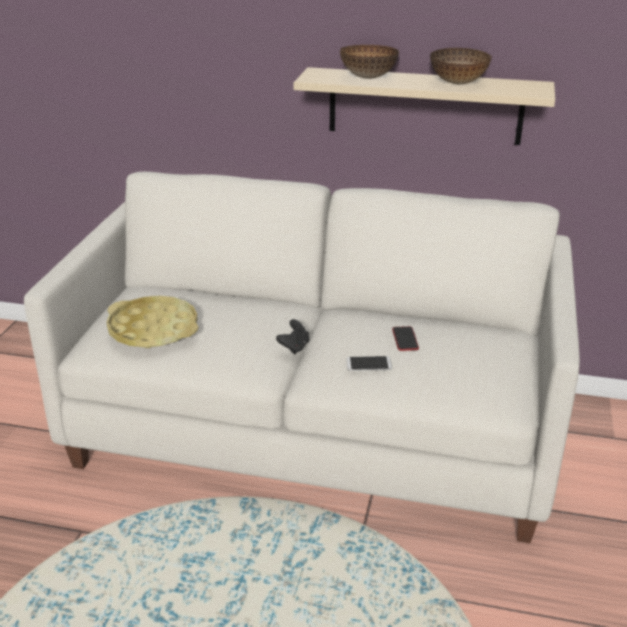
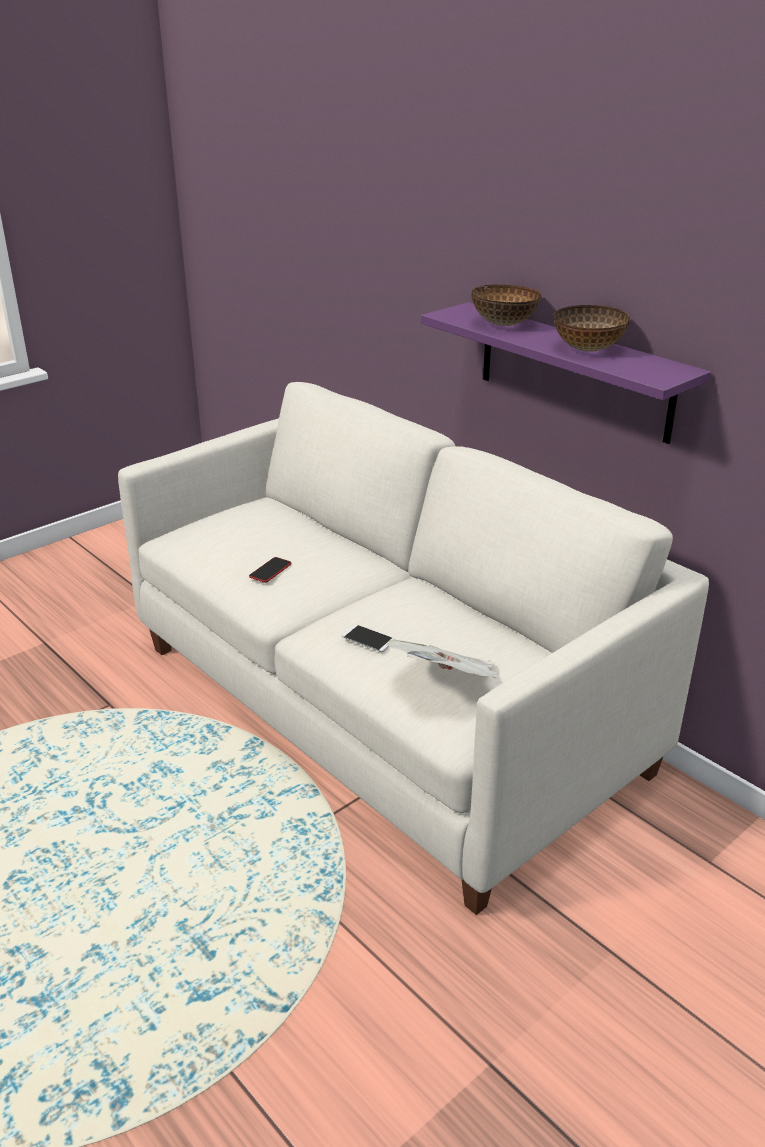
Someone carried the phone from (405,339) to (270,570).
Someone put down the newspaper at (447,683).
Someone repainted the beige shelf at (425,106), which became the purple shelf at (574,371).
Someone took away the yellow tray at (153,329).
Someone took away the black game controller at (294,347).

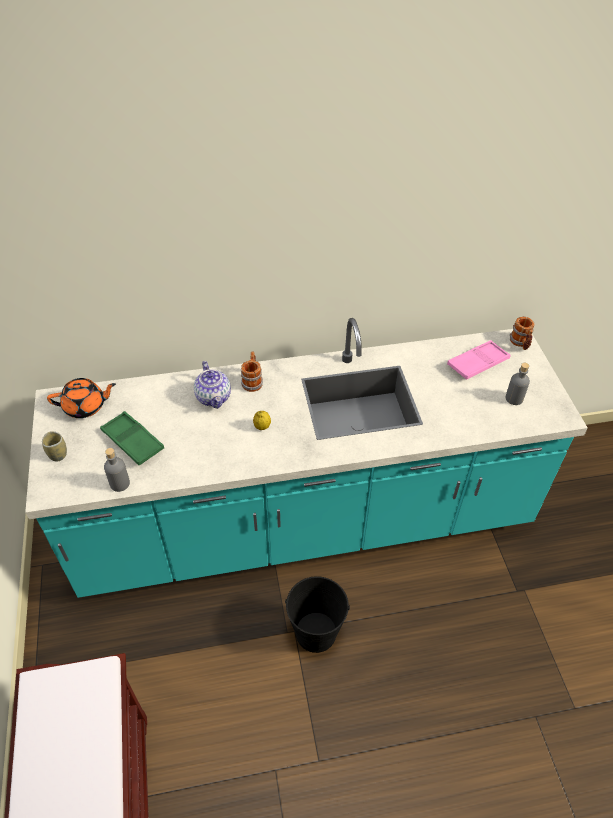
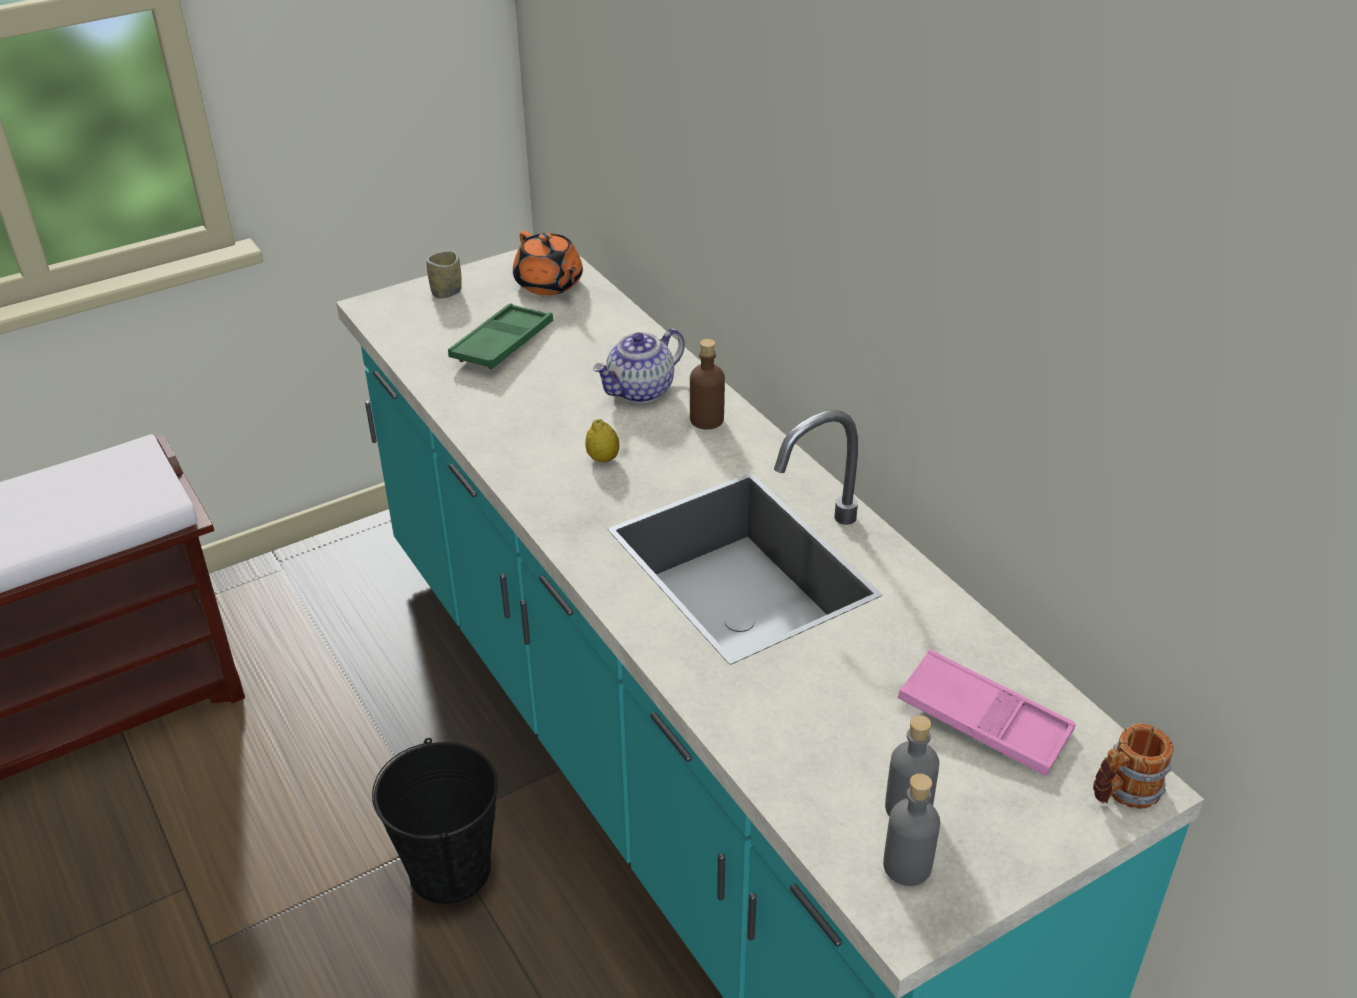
Someone swapped the mug at (252,381) for the brown bottle at (706,419).
Someone carried the grey bottle from (120,483) to (907,866).

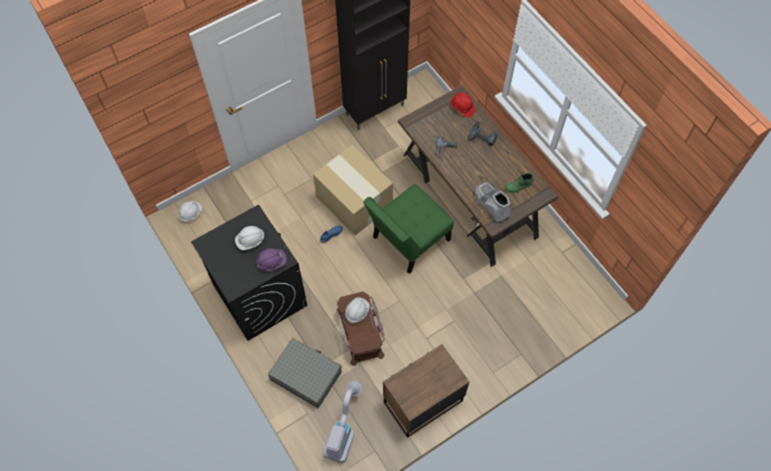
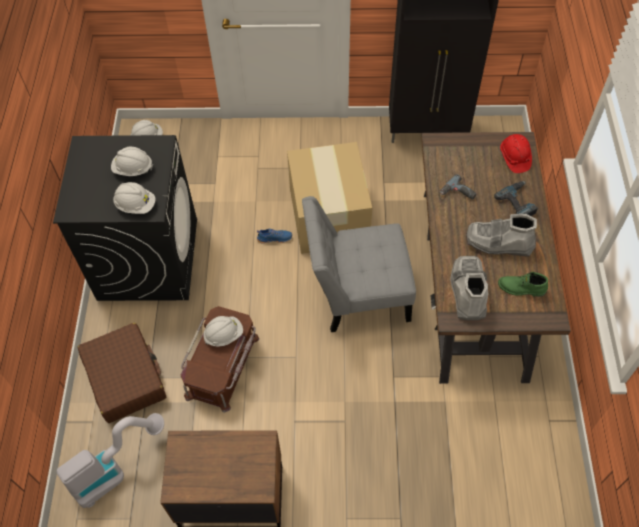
Someone repainted the grey suitcase at (306,375), which became the brown suitcase at (125,377).
Someone repainted the purple hard hat at (272,262), which became the white hard hat at (136,205).
Someone repainted the green chair at (407,241), which became the grey chair at (357,294).
Someone put down the grey boot at (498,243).

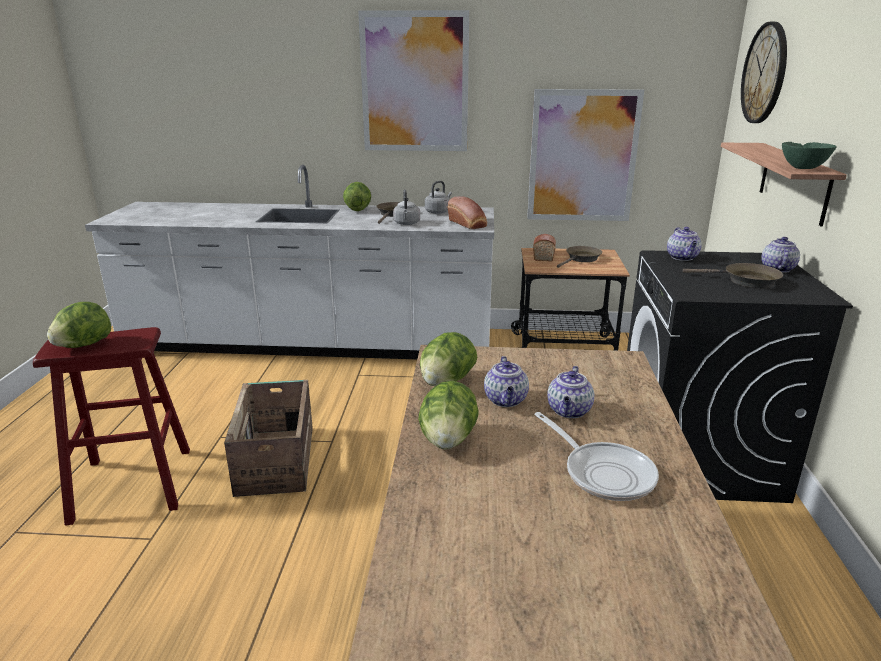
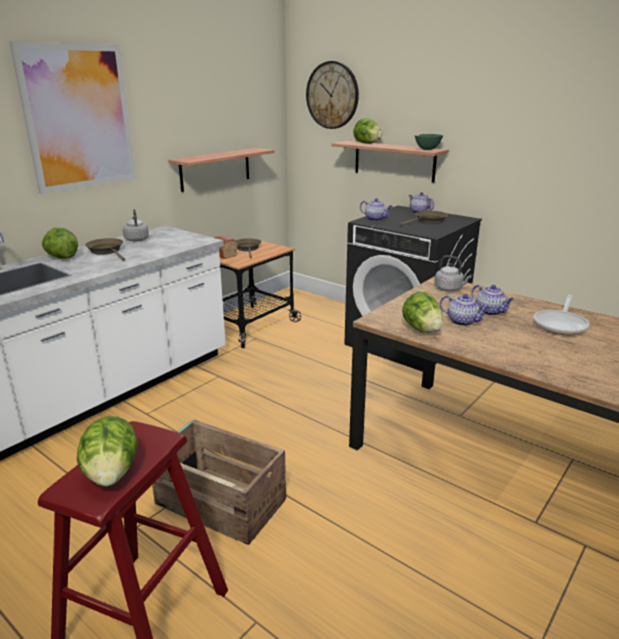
Someone swapped the picture at (582,156) for the shelf at (215,169).
Someone carried the lettuce from (448,440) to (367,143).
Someone carried the grey kettle from (406,224) to (450,289).
Someone rotated the frying pan at (603,473) by 120 degrees clockwise.
Someone took away the bread at (468,224).

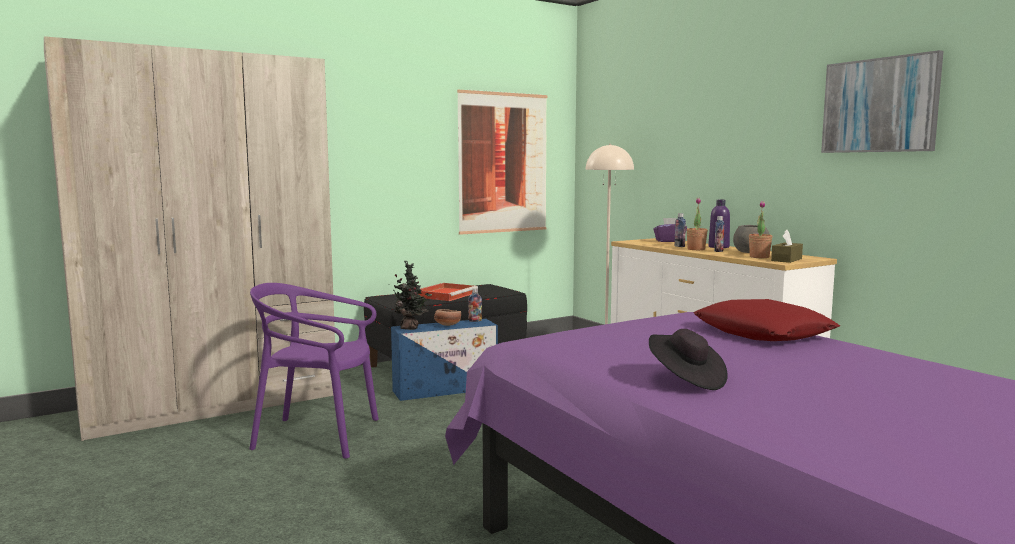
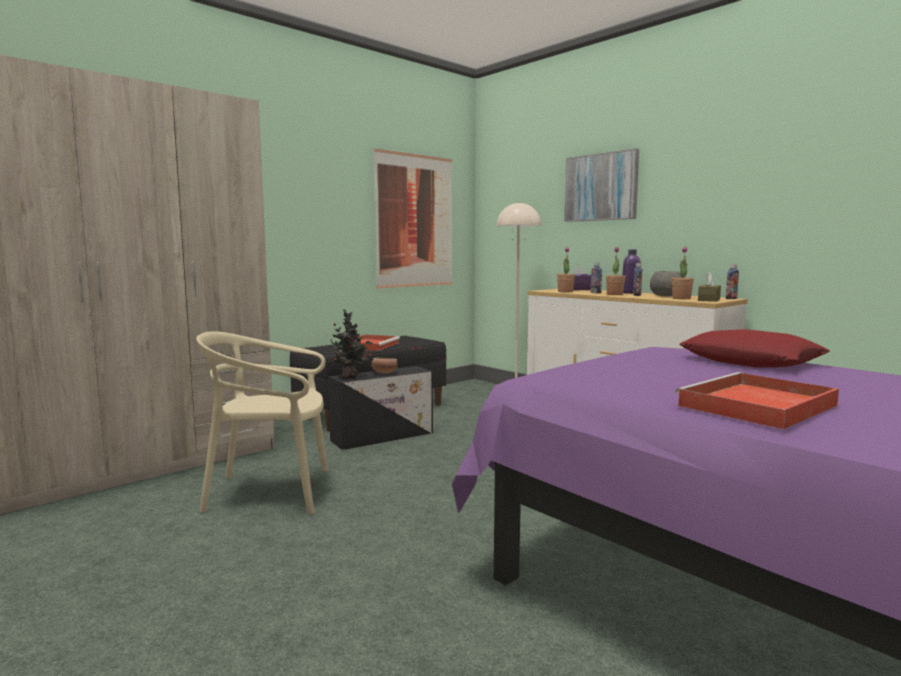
Someone repainted the purple chair at (318,436), which became the beige chair at (270,491).
Someone repainted the blue storage box at (447,389), which became the black storage box at (384,436).
Someone put down the potted plant at (565,292).
Someone carried the picture from (880,105) to (601,187).
Someone swapped the black hat at (686,380) for the red tray at (756,406).
Someone carried the bottle from (475,321) to (731,298).

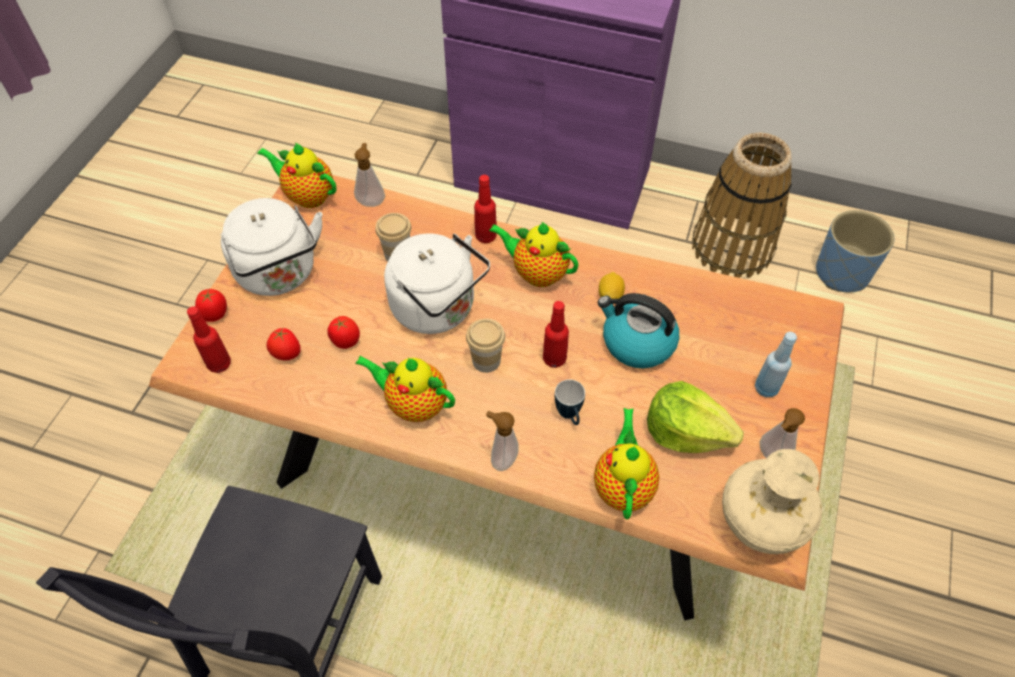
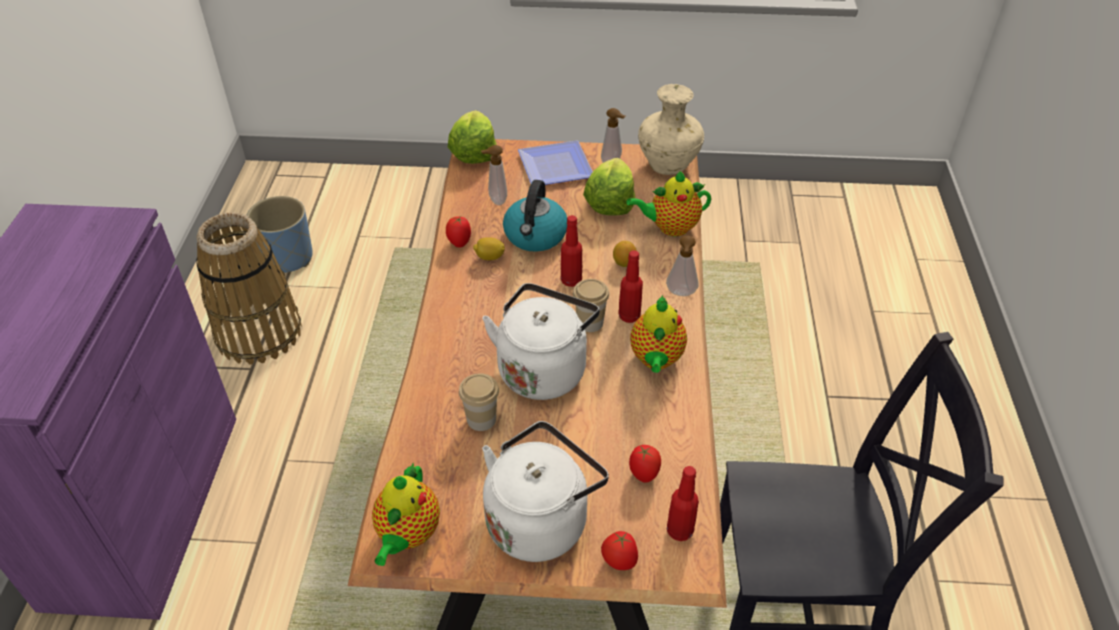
Someone carried the tomato from (346,342) to (459,242).
Someone put down the lettuce at (473,152).
Someone carried the soap dispenser from (371,201) to (496,200).
Someone swapped the blue bottle at (766,388) for the plate at (553,168).
Someone swapped the mug at (569,416) for the lemon at (624,263).
Someone carried the red bottle from (485,236) to (629,316).
Someone took away the teapot at (536,273).

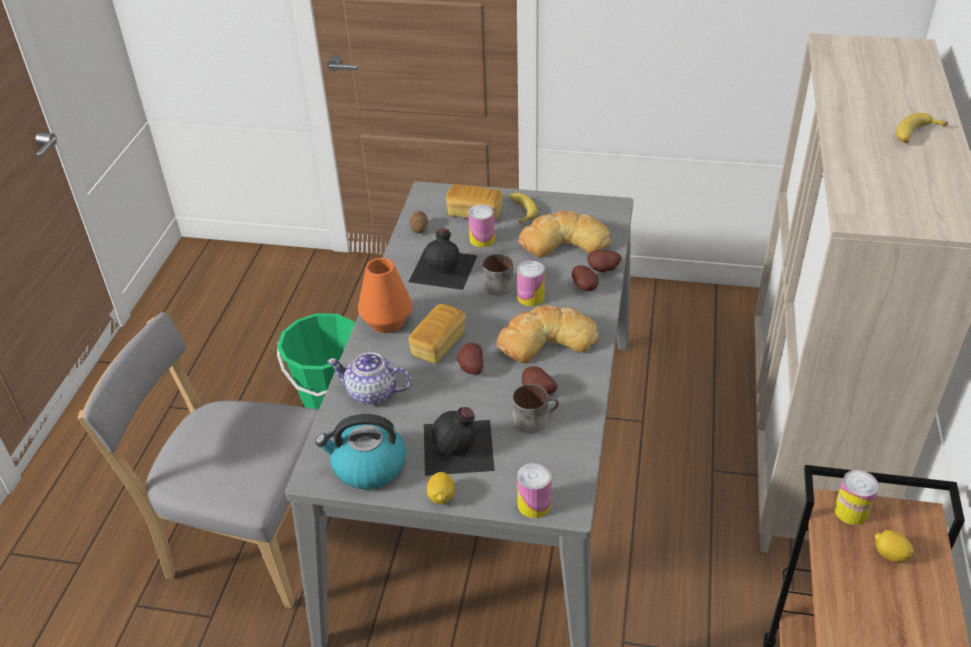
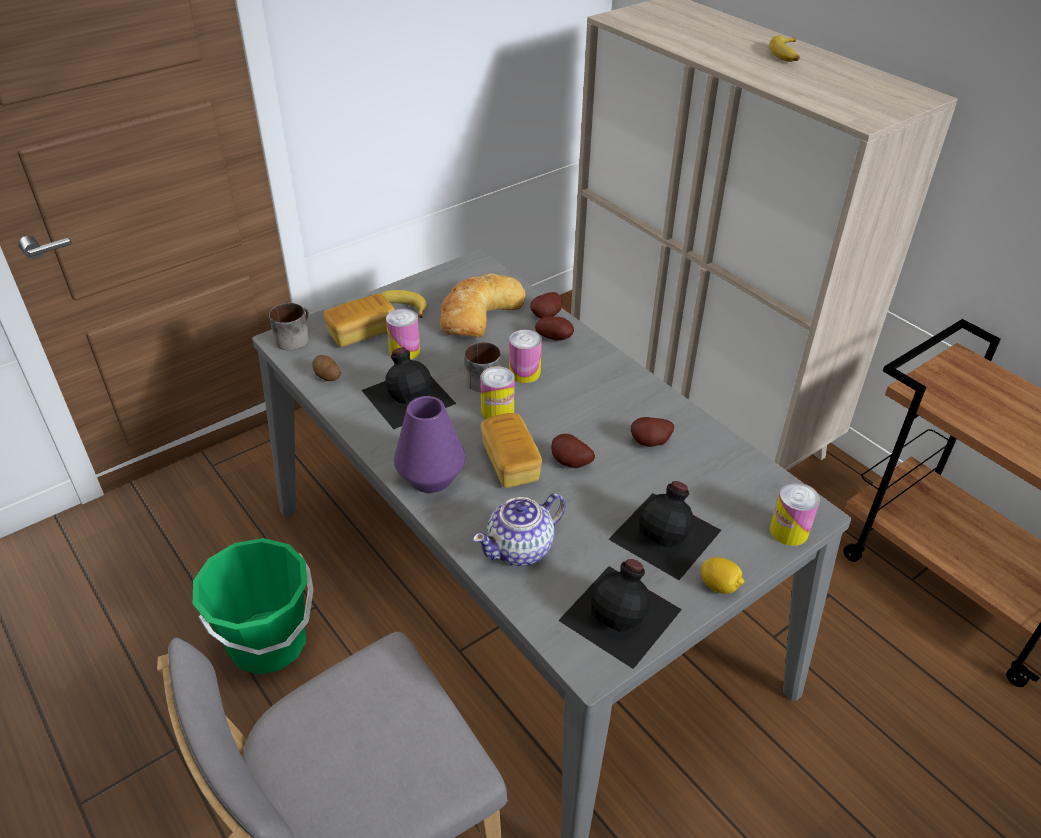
Someone carried the mug from (535,418) to (294,337).
Someone repainted the orange vase at (387,321), which became the purple vase at (430,477).
Someone carried the can from (851,511) to (497,411).
Someone swapped the kettle at (368,466) for the black bottle at (622,614).
Someone took away the bread at (545,339).
Someone took away the lemon at (890,554).

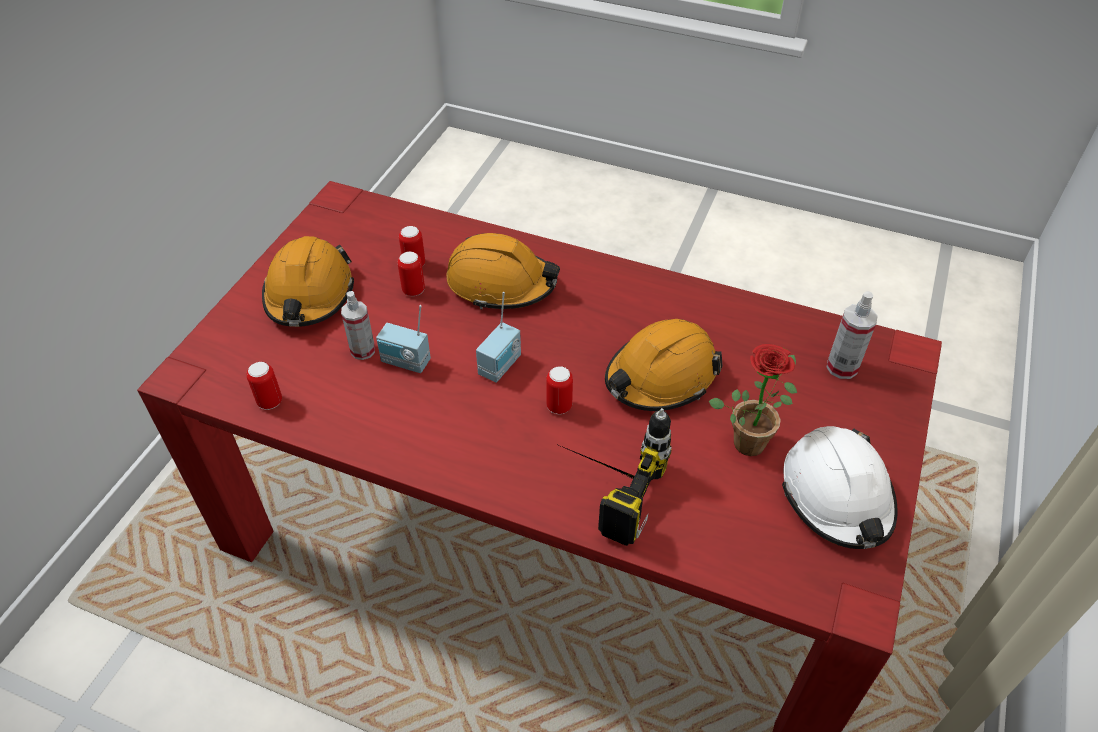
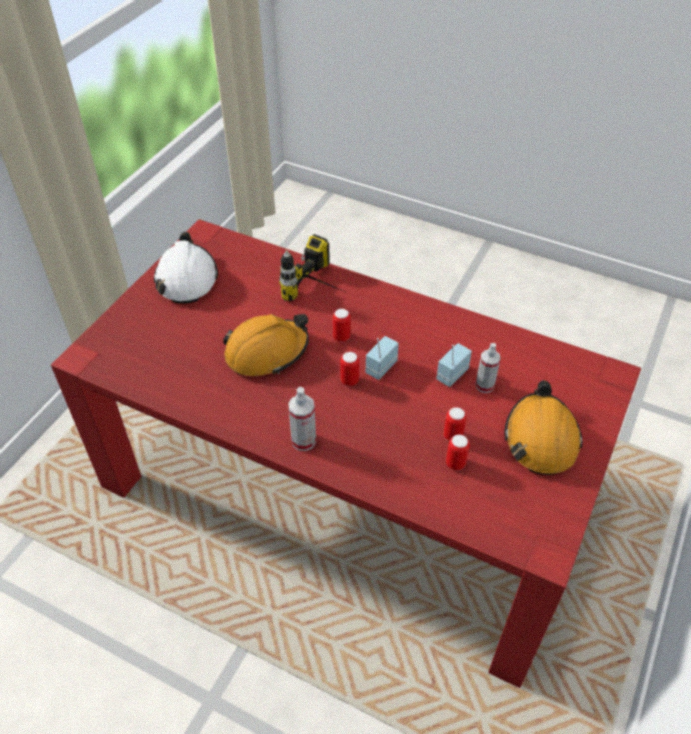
Someone carried the spray bottle from (842,367) to (303,441).
Someone carried the can from (270,401) to (349,381).
Someone rotated the radio at (405,363) by 75 degrees counterclockwise.
Someone took away the orange hard hat at (501,284).
Someone took away the potted plant at (750,438).

